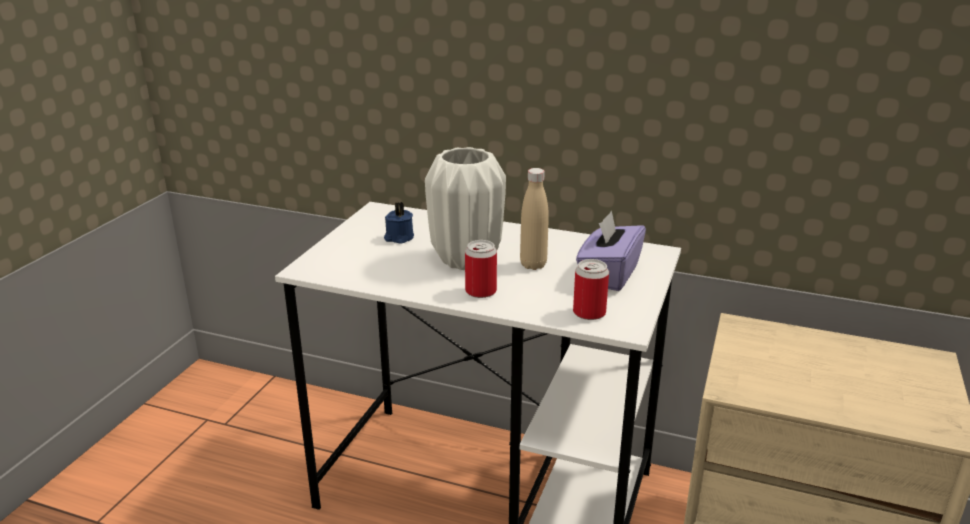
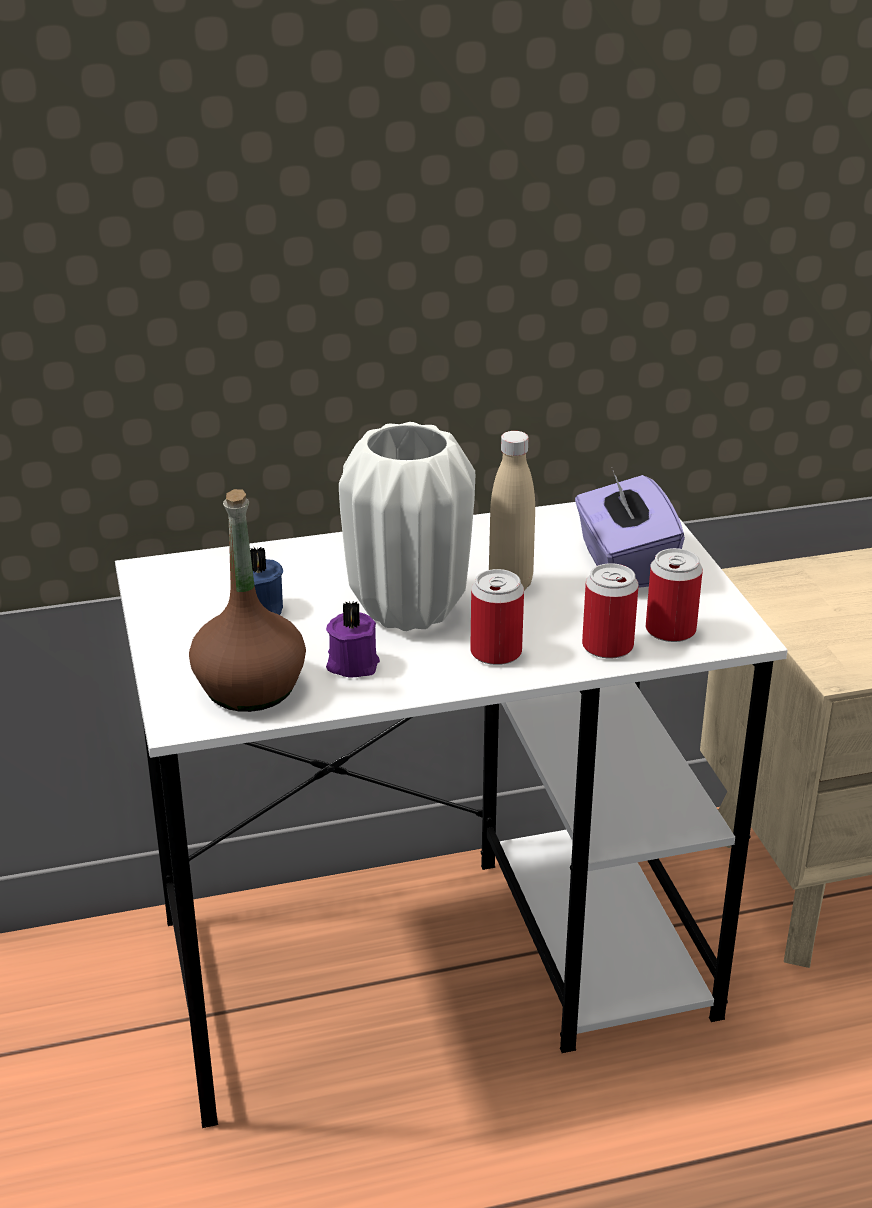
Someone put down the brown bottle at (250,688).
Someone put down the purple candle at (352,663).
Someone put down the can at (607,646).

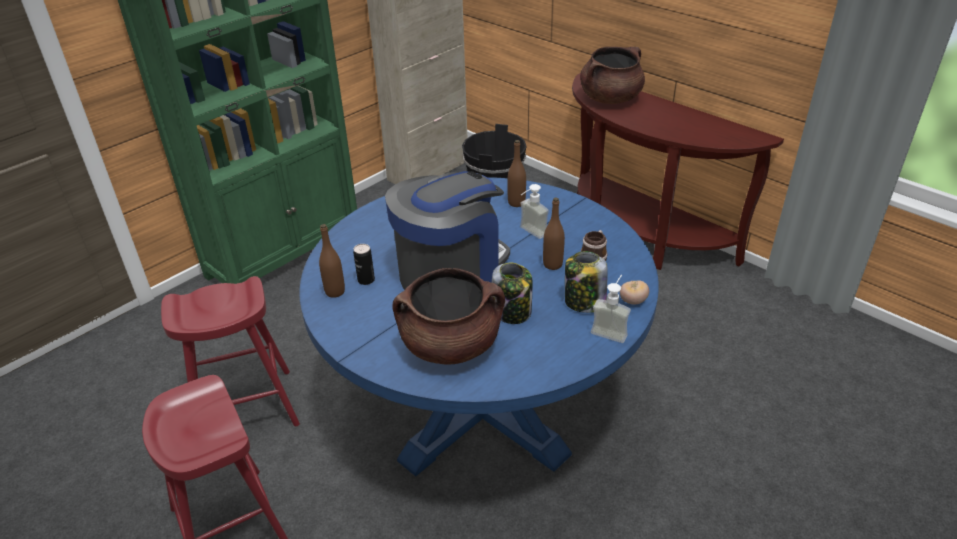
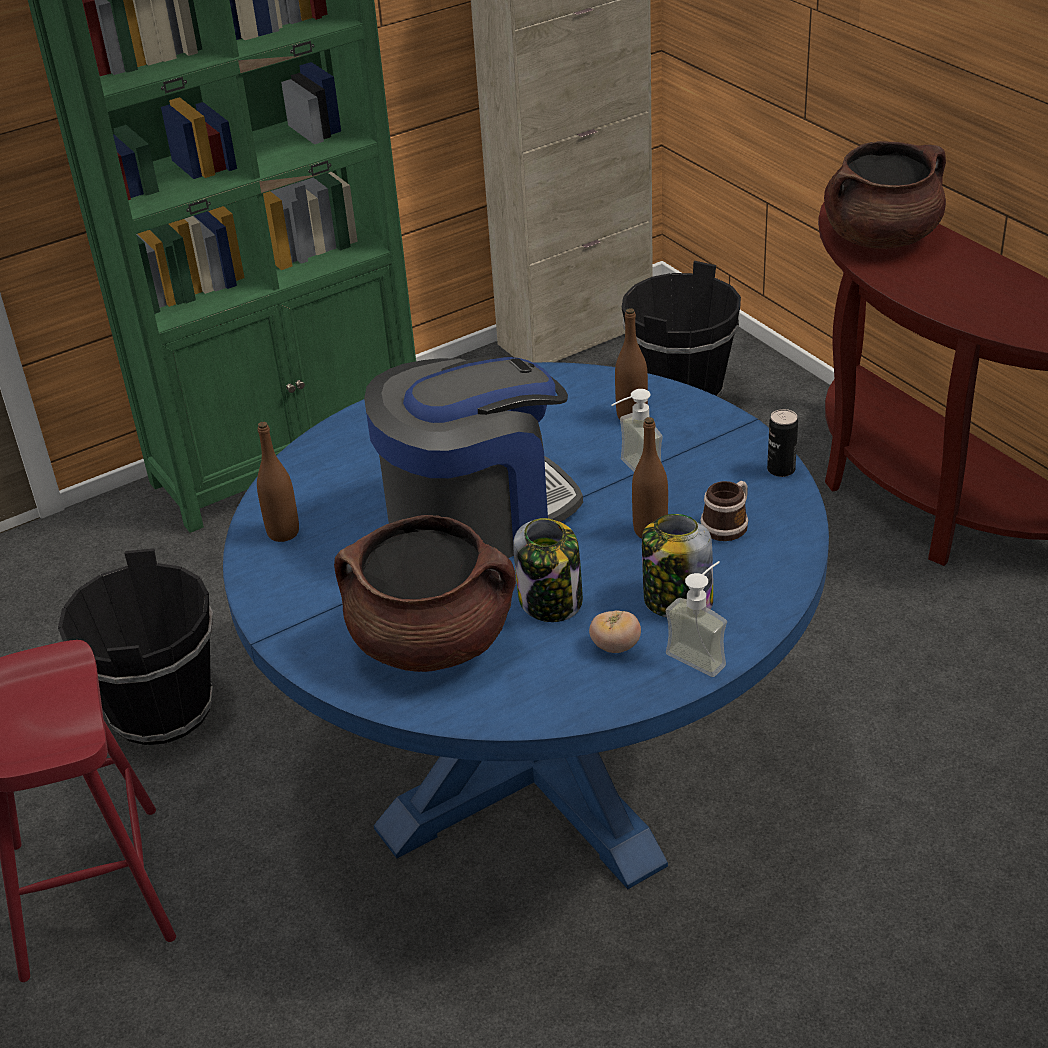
Someone swapped the red stool at (246,409) for the black bucket at (160,709).
Someone carried the tomato from (633,301) to (615,646).
Someone carried the can from (366,280) to (781,469).

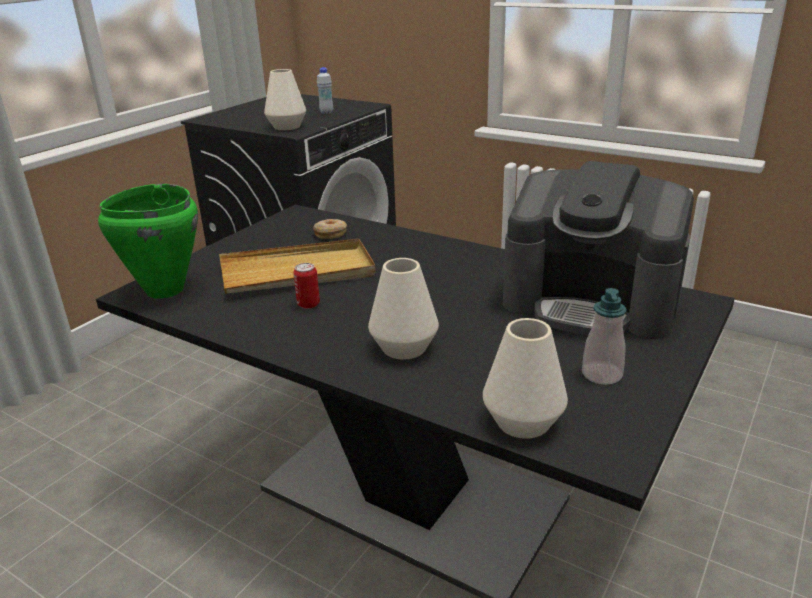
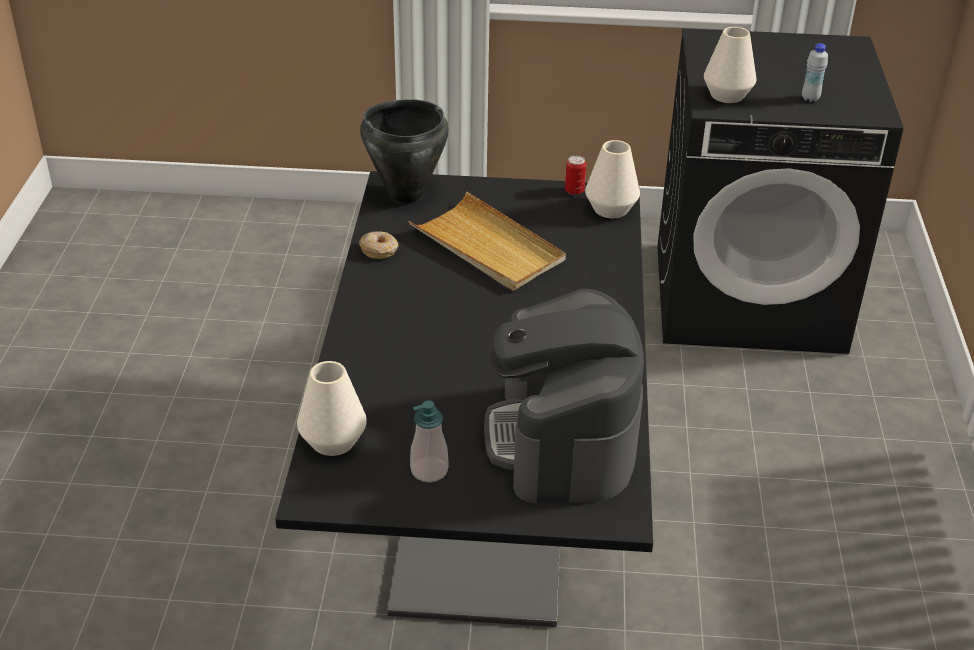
Someone carried the donut from (330,234) to (379,250).
Someone repainted the green cooking pot at (164,290), which became the black cooking pot at (405,195).
Someone carried the can from (308,304) to (574,191).
Someone carried the white vase from (404,348) to (610,209).

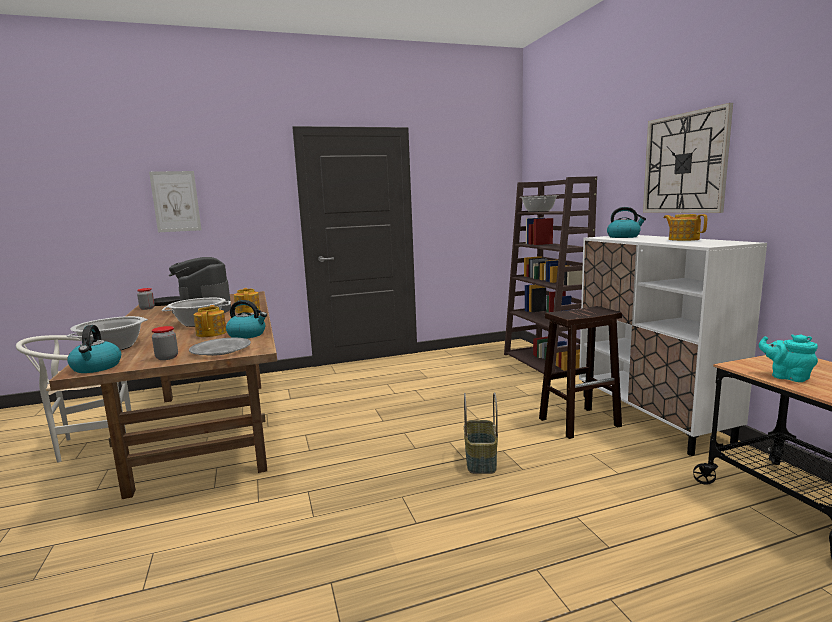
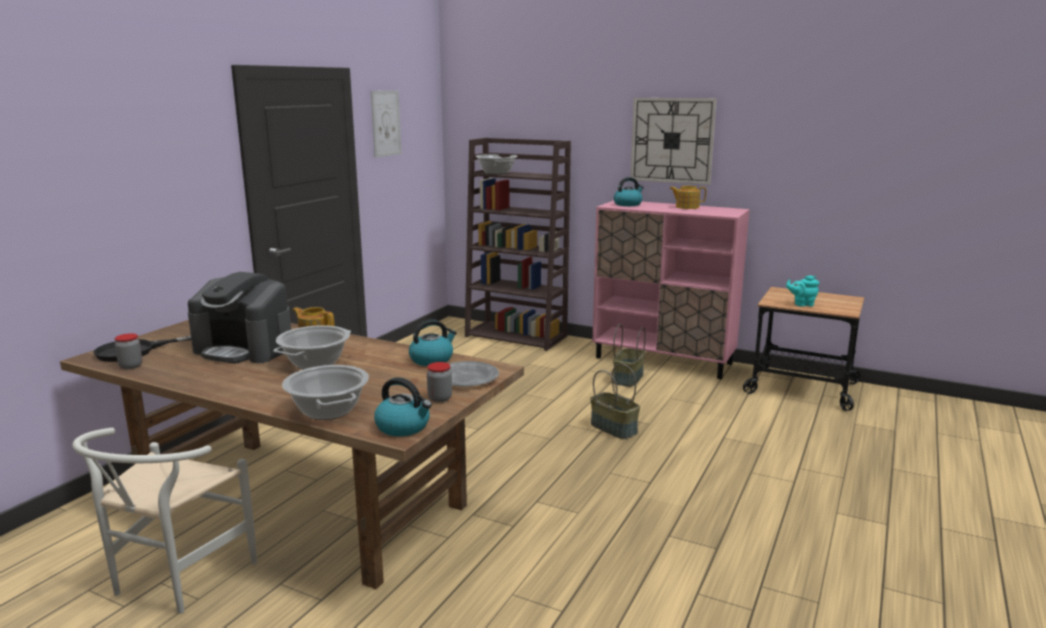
Someone carried the picture from (176,201) to (386,123).
Someone repainted the white cabinet at (651,417), which became the pink cabinet at (663,360).
Someone swapped the brown stool at (580,422) for the basket at (627,378).
Someone took away the teapot at (212,333).

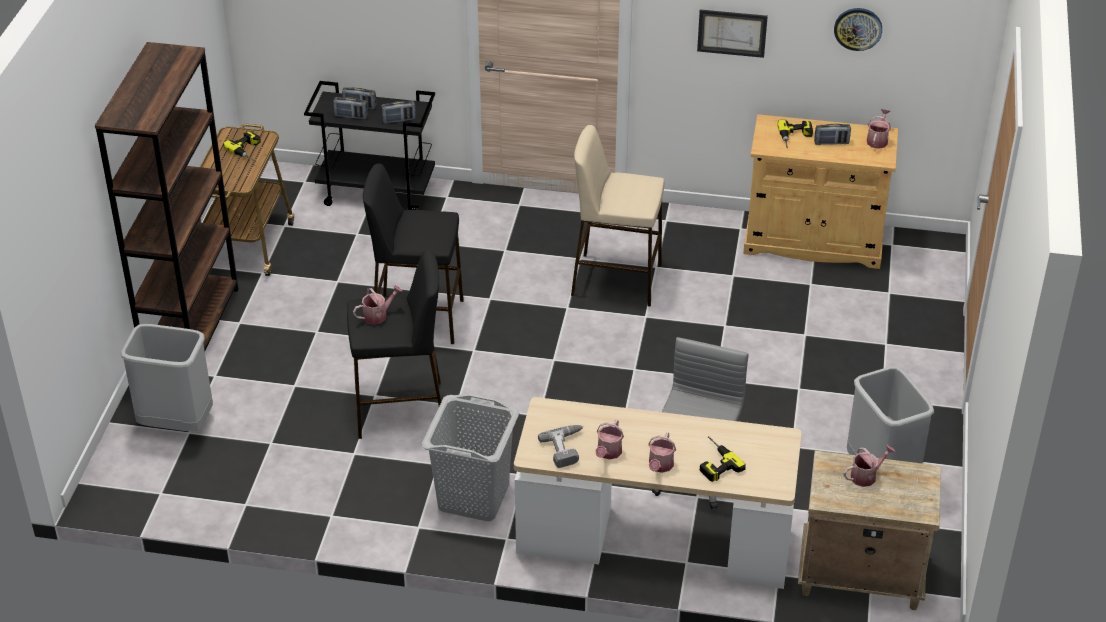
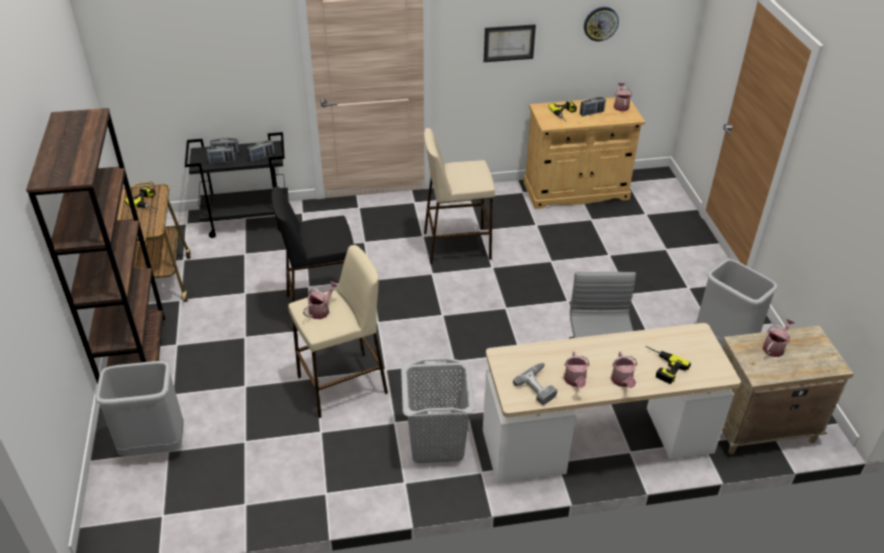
Someone repainted the black stool at (401,410), which became the beige stool at (343,384).

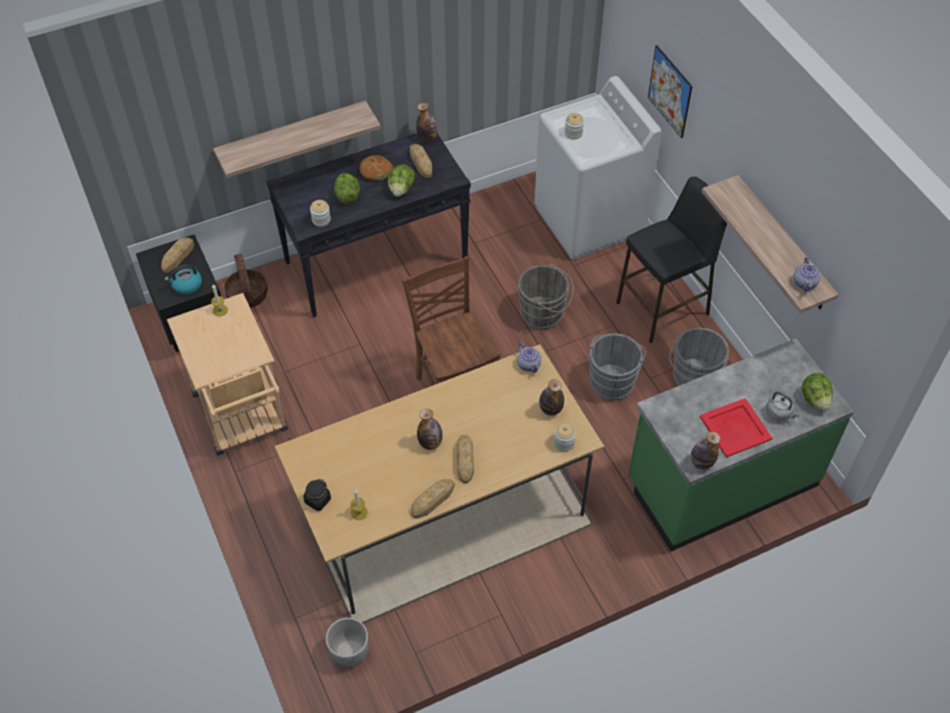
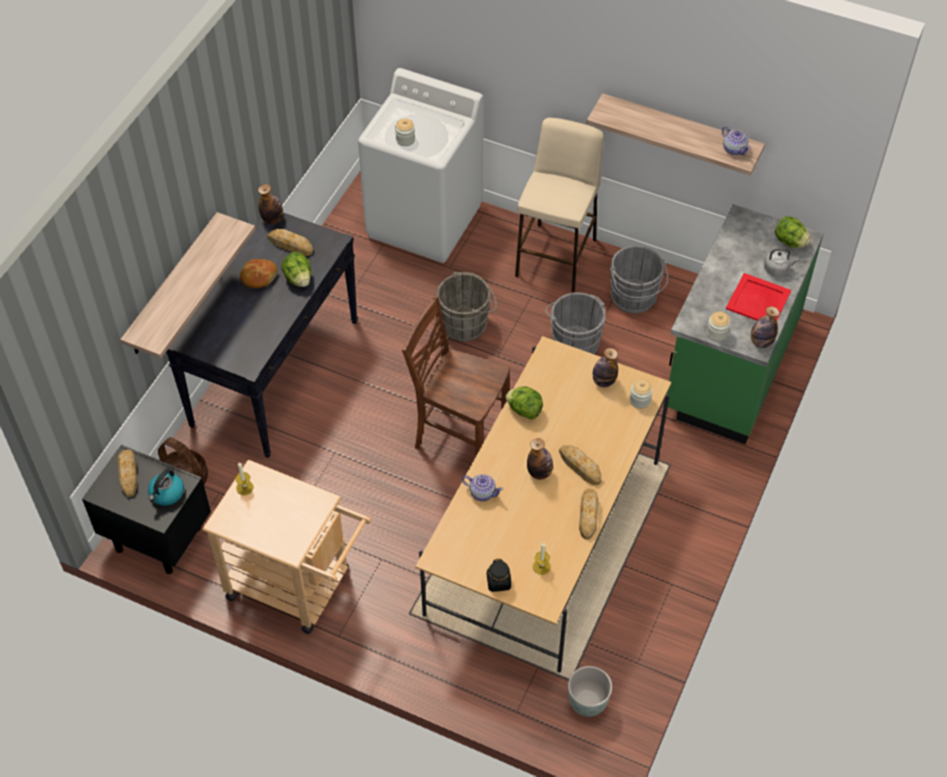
Someone carried the teapot from (528,364) to (482,492).
Someone carried the lettuce from (347,196) to (524,410).
Someone repainted the black stool at (663,308), which became the beige stool at (556,257).
Someone carried the jar from (321,220) to (717,333).
Someone took away the picture at (670,91).

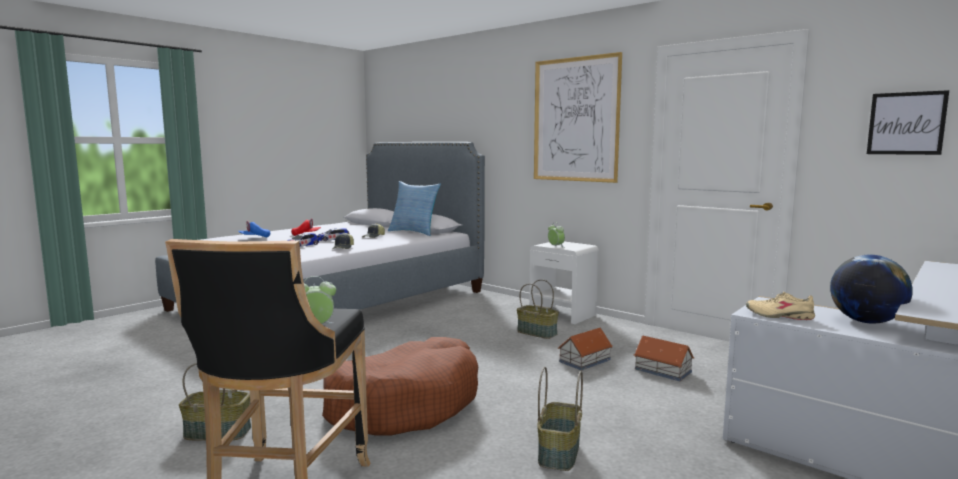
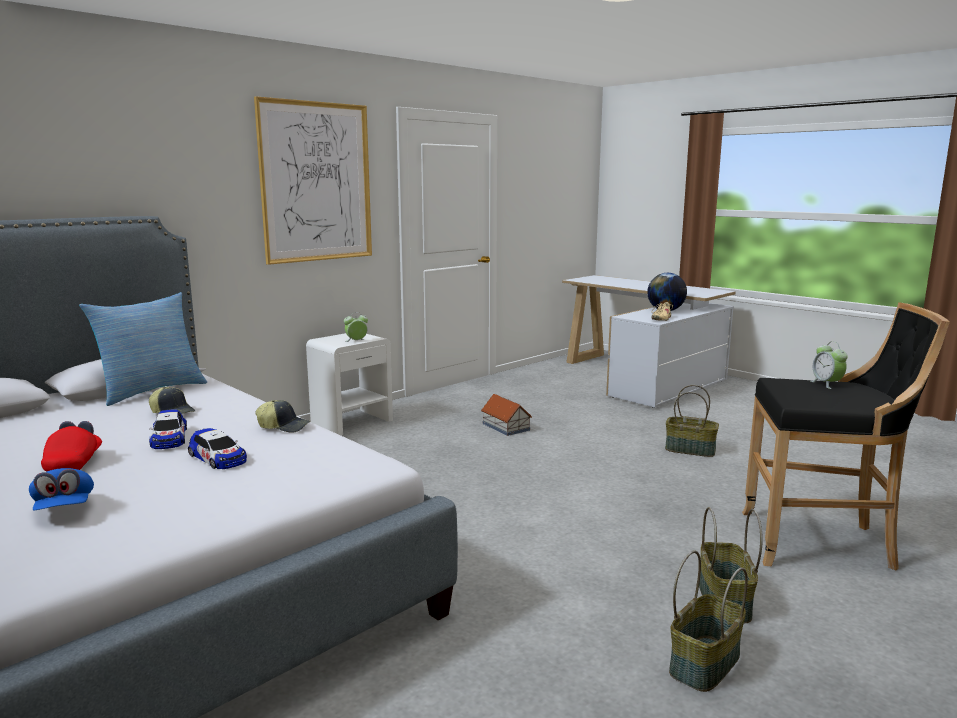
Someone carried the basket from (537,333) to (703,662).
Someone took away the brown dog bed at (405,404).
Someone took away the toy house at (663,371).
Someone took away the picture at (906,123).

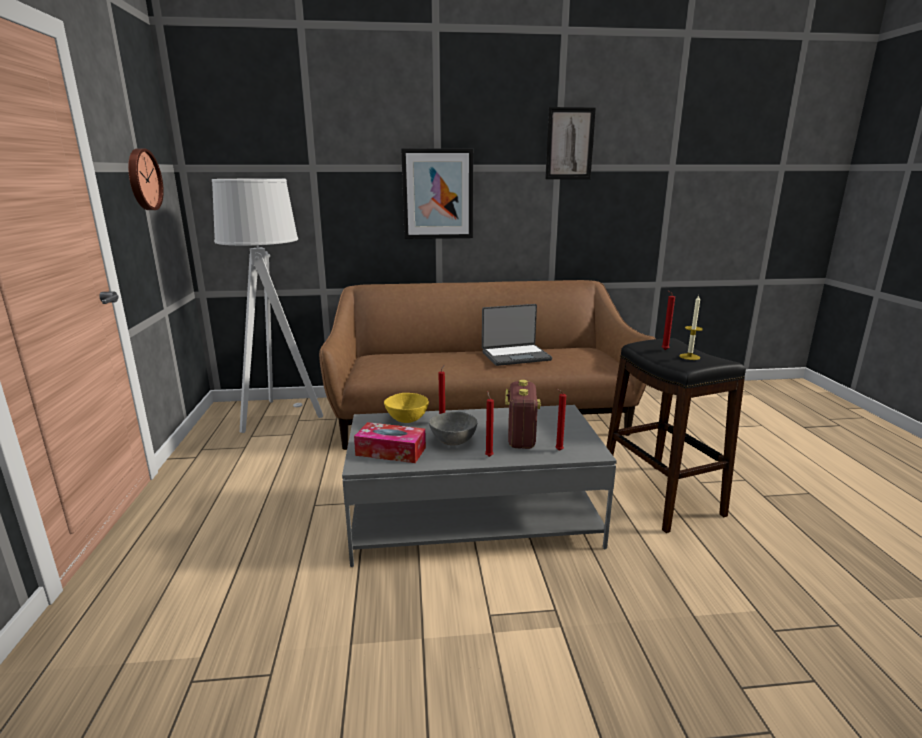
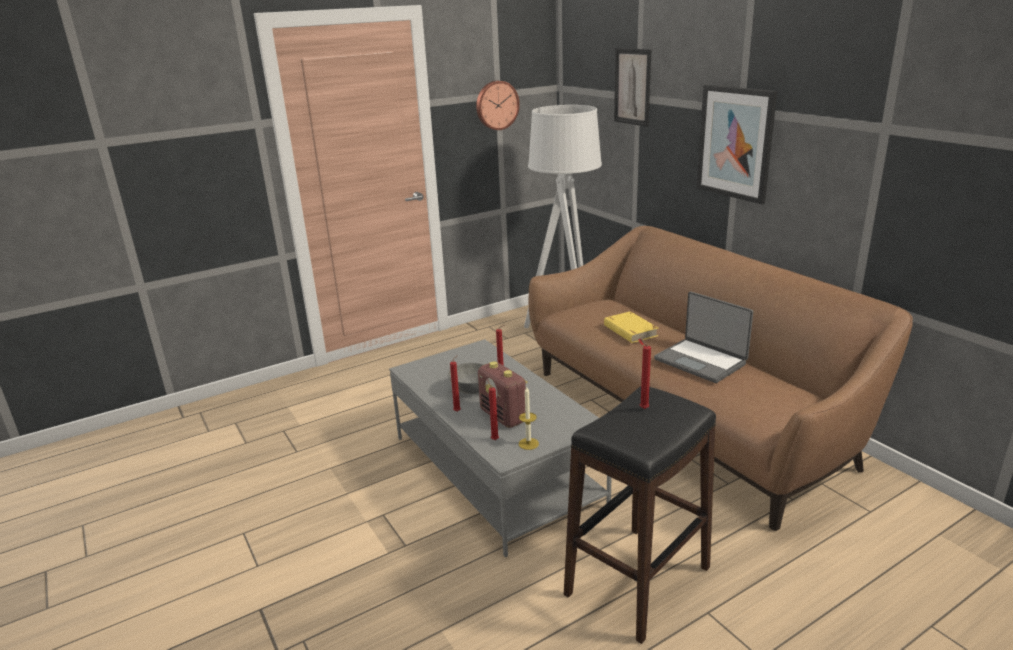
Someone rotated the radio at (521,438) by 75 degrees clockwise.
Someone carried the candle from (689,357) to (528,444).
Someone put down the yellow book at (630,331).
Someone carried the picture from (569,144) to (632,87).
Someone took away the tissue box at (391,451).
Someone took away the yellow bowl at (406,420).

